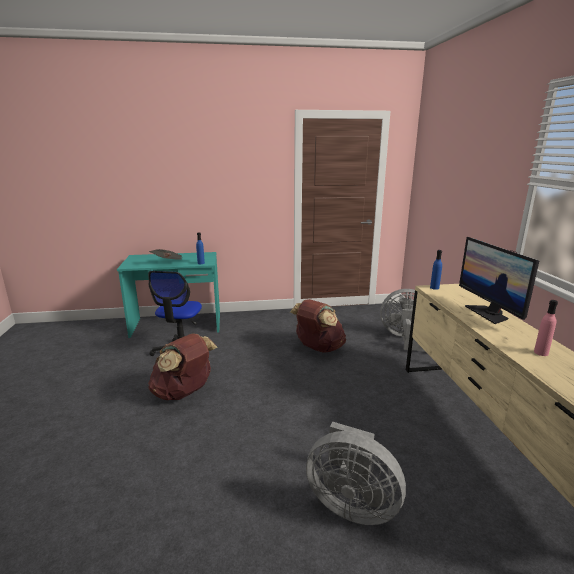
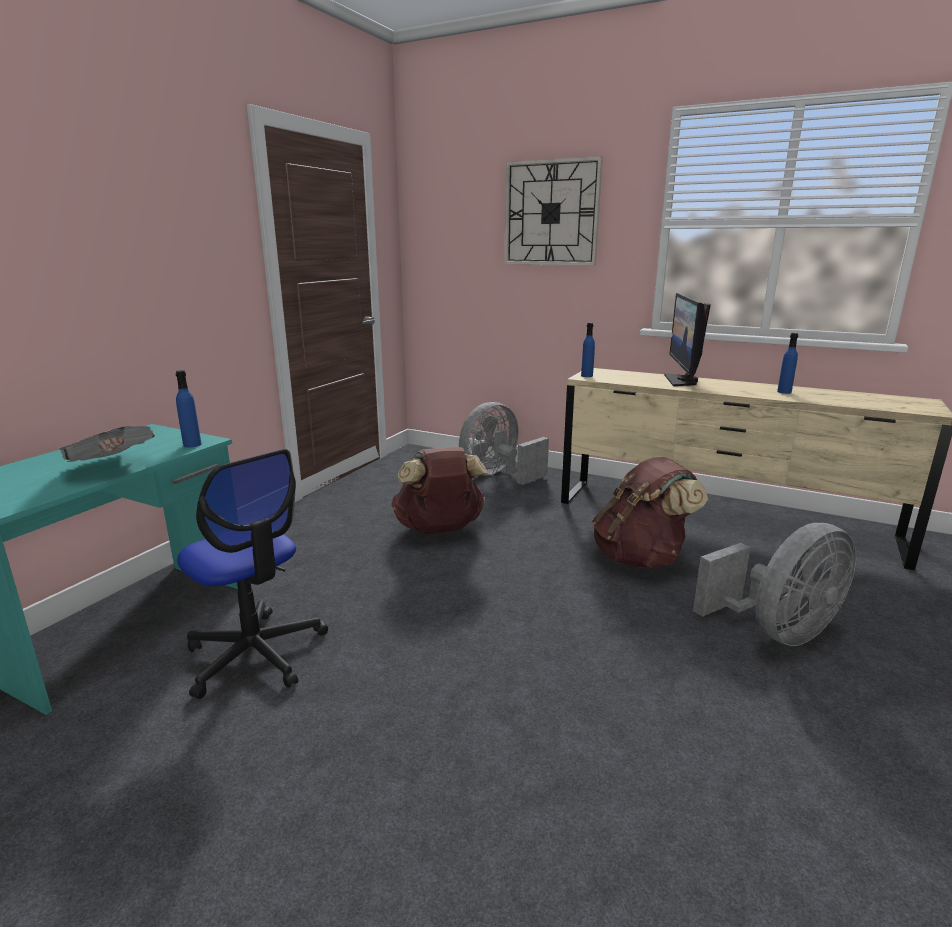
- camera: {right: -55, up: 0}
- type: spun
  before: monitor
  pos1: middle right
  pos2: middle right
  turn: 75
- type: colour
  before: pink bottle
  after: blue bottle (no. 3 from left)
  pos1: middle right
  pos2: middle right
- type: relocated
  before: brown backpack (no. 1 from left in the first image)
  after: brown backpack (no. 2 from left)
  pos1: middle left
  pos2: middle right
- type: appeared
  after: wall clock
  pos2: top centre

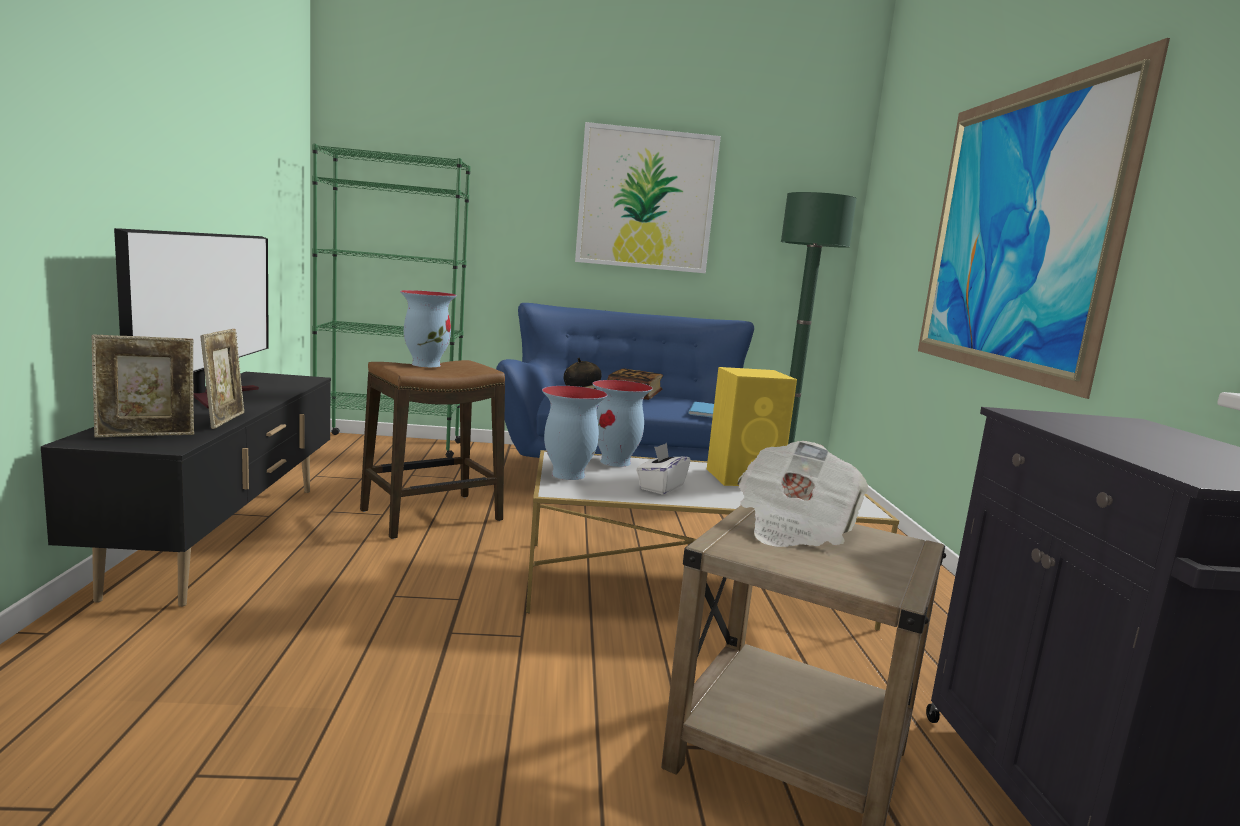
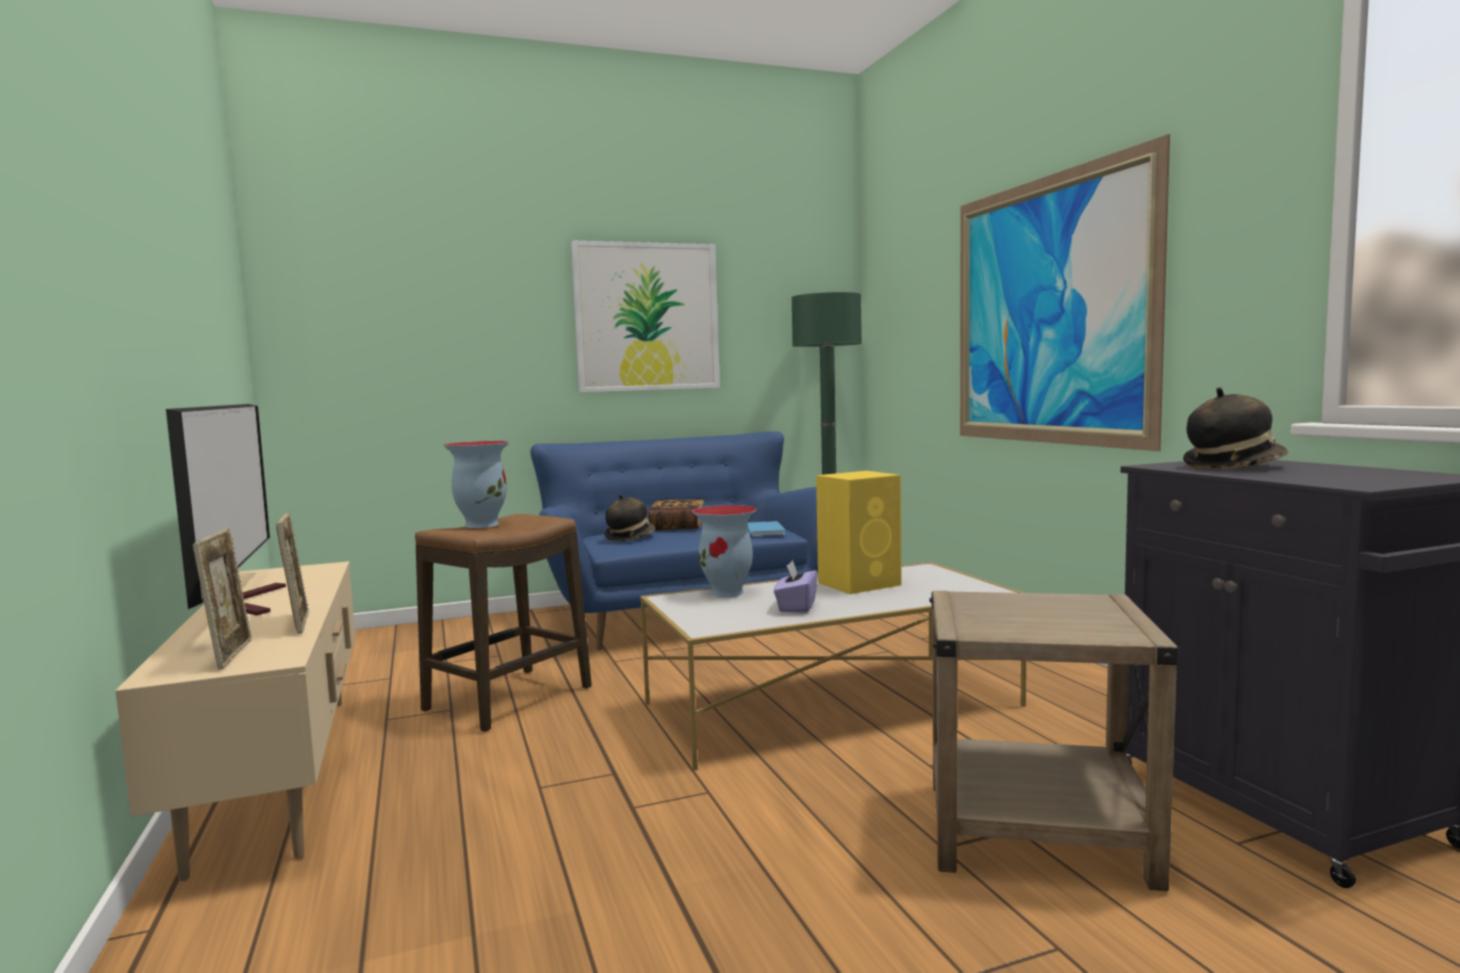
- camera: {right: -15, up: -5}
- type: missing
  before: green bookcase
  pos1: middle left
- type: spun
  before: picture frame (no. 1 from left)
  pos1: middle left
  pos2: middle left
  turn: -60
- type: colour
  before: black tv stand
  after: beige tv stand
  pos1: middle left
  pos2: bottom left
- type: missing
  before: vase (no. 2 from left)
  pos1: centre
- type: missing
  before: newspaper
  pos1: centre
- type: colour
  before: white tissue box
  after: purple tissue box
  pos1: centre
  pos2: centre
- type: appeared
  after: hat (no. 2 from left)
  pos2: middle right

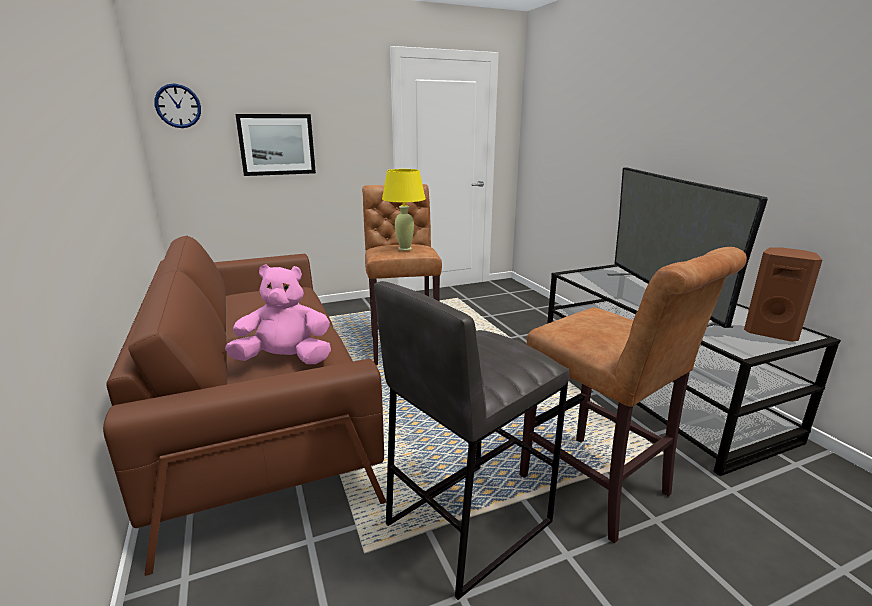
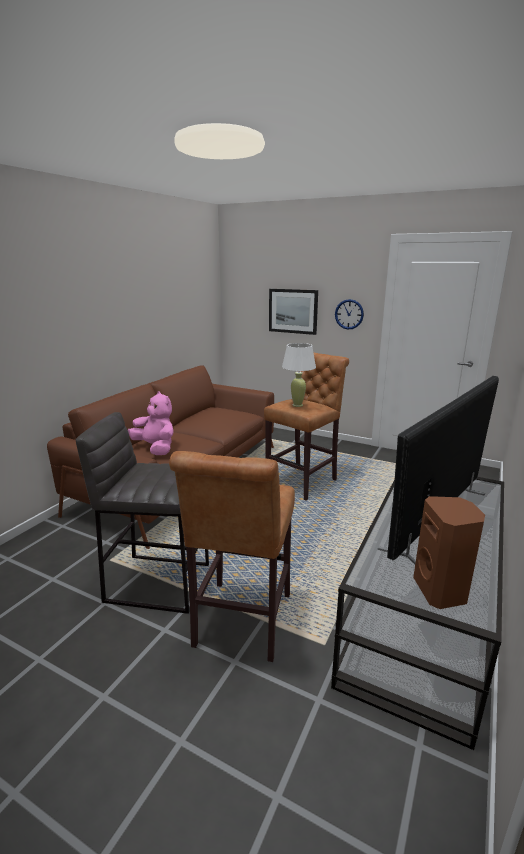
- camera: {right: 50, up: 0}
- type: relocated
  before: wall clock
  pos1: top left
  pos2: centre
- type: colour
  before: yellow table lamp
  after: white table lamp
  pos1: centre
  pos2: centre

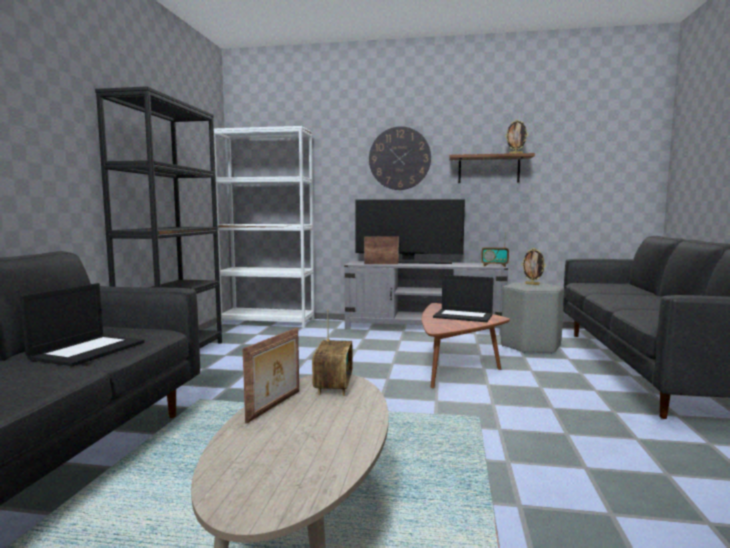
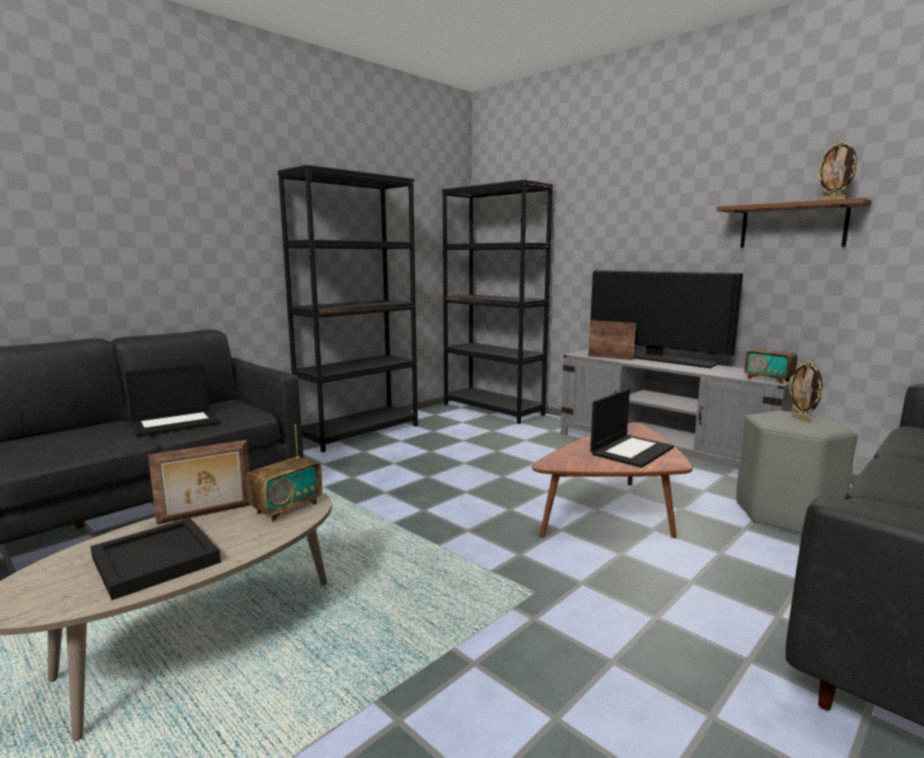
- camera: {right: 35, up: 5}
- type: colour
  before: white bookcase
  after: black bookcase (no. 2 from left)
  pos1: centre
  pos2: centre
- type: missing
  before: wall clock
  pos1: top centre
- type: spun
  before: laptop (no. 2 from left)
  pos1: centre
  pos2: middle right
  turn: -105
- type: appeared
  after: black tray
  pos2: bottom left

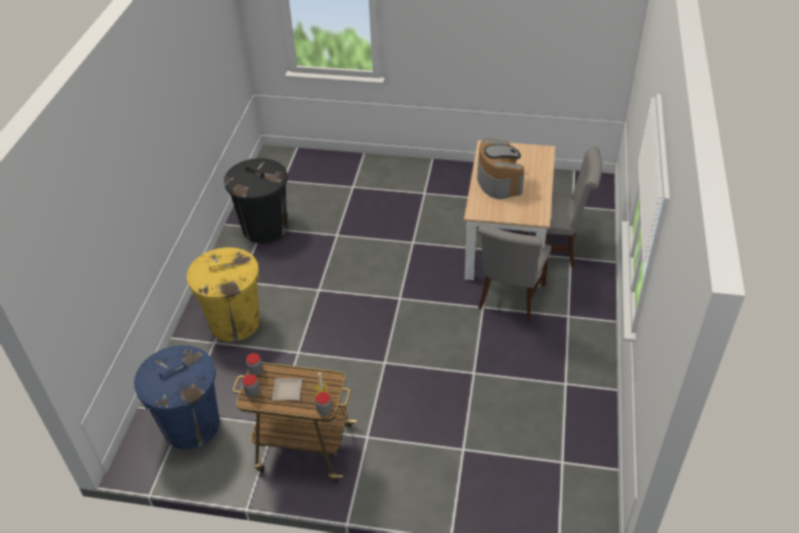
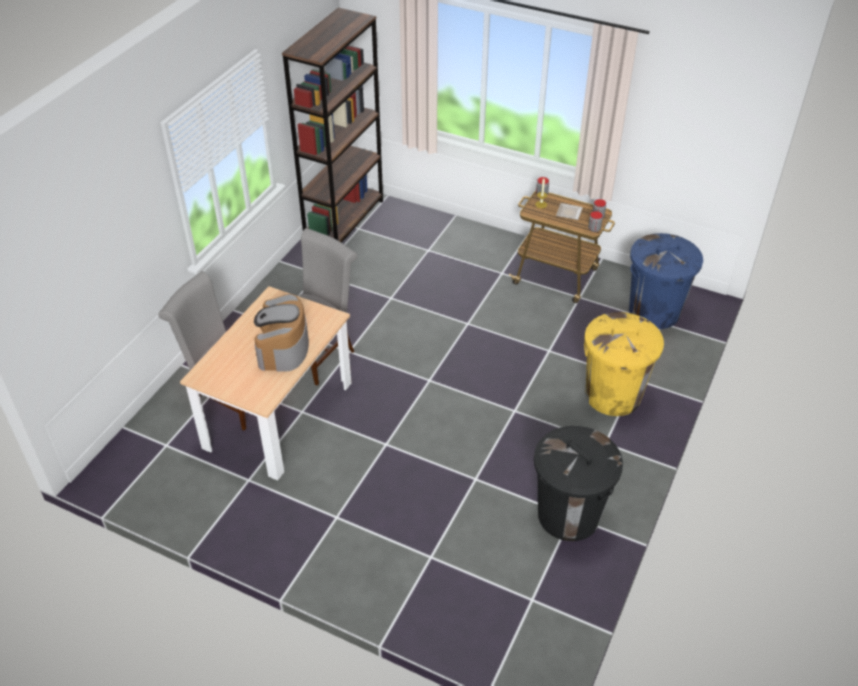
- camera: {right: -165, up: 0}
- type: appeared
  after: brown bookcase
  pos2: top centre

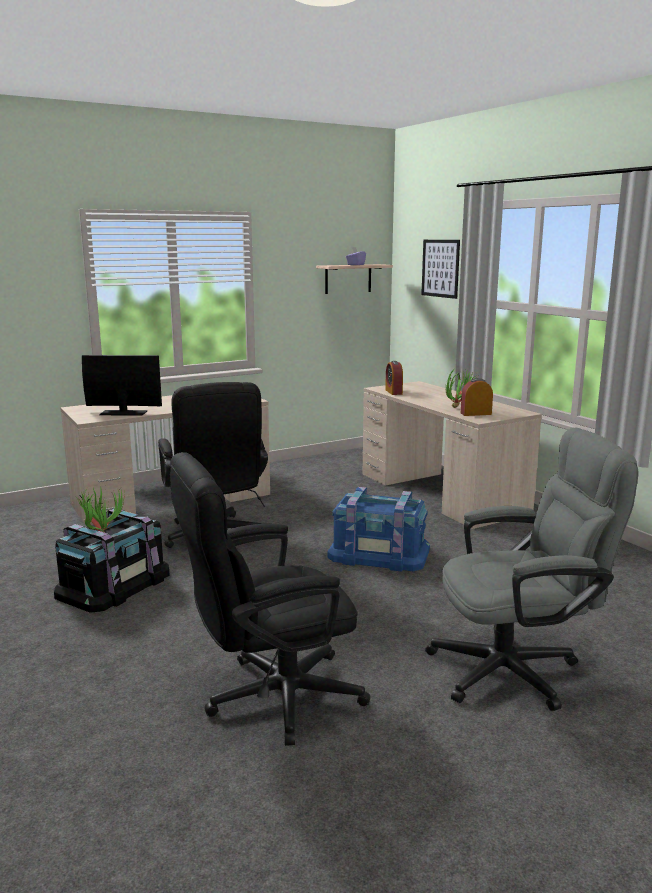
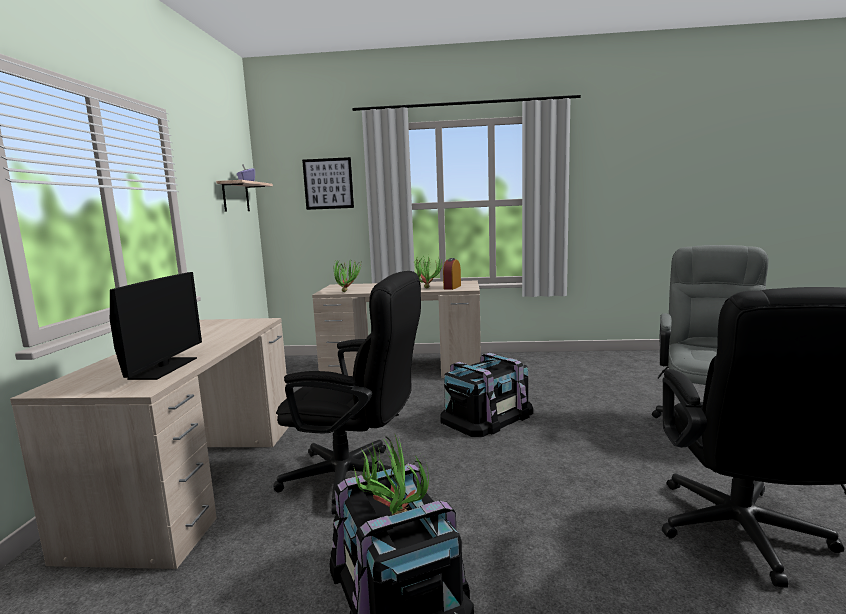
- camera: {right: -55, up: -5}
- type: spun
  before: monitor
  pos1: middle left
  pos2: middle left
  turn: 150
- type: exchanged
  before: alarm clock (no. 1 from left)
  after: potted plant (no. 1 from left)
  pos1: centre
  pos2: centre
- type: colour
  before: blue storage box
  after: black storage box (no. 2 from left)
  pos1: centre
  pos2: centre

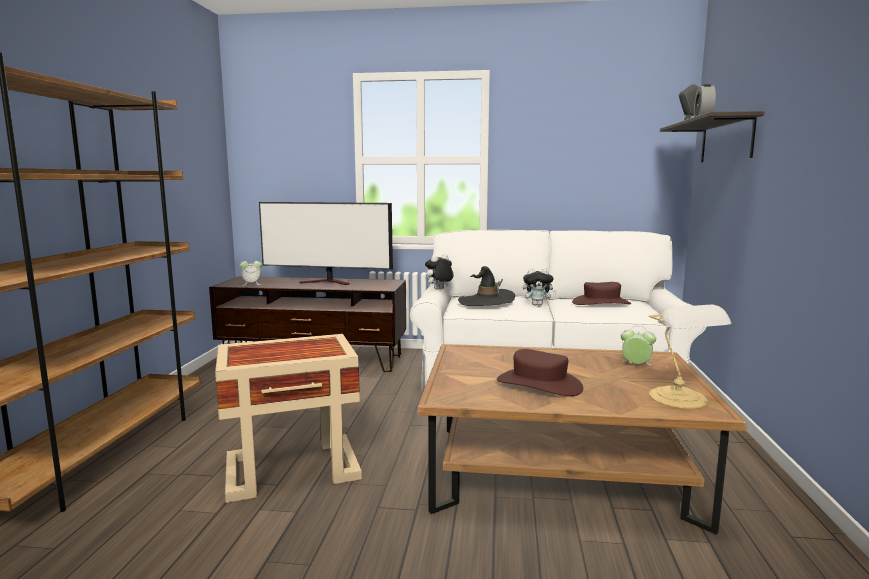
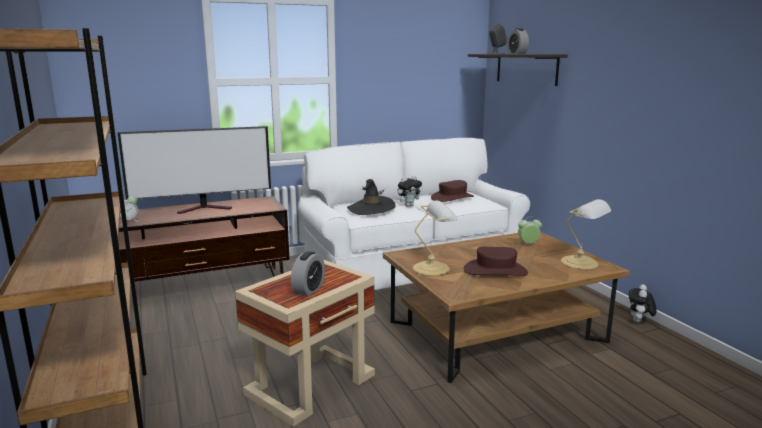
- camera: {right: -30, up: 5}
- type: relocated
  before: plush toy (no. 1 from left in the first image)
  after: plush toy (no. 2 from left)
  pos1: centre
  pos2: bottom right
- type: appeared
  after: table lamp (no. 1 from left)
  pos2: centre
- type: appeared
  after: alarm clock (no. 2 from left)
  pos2: centre

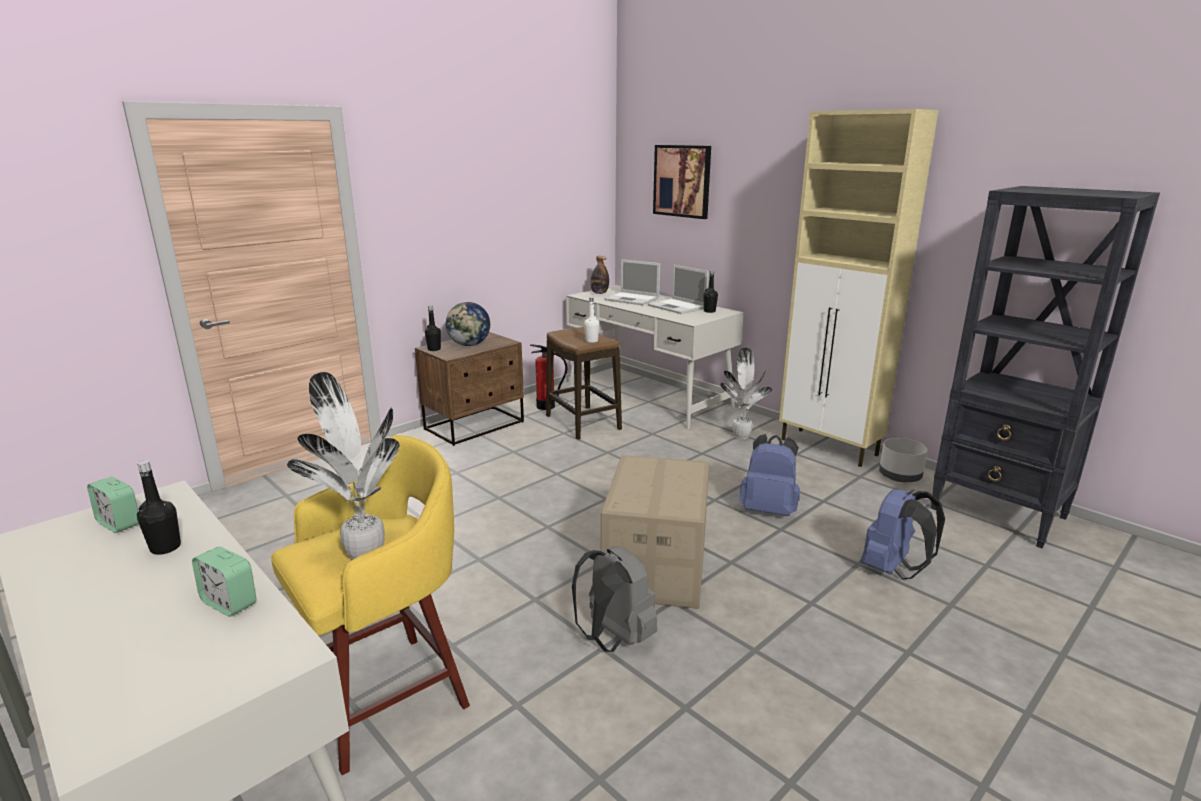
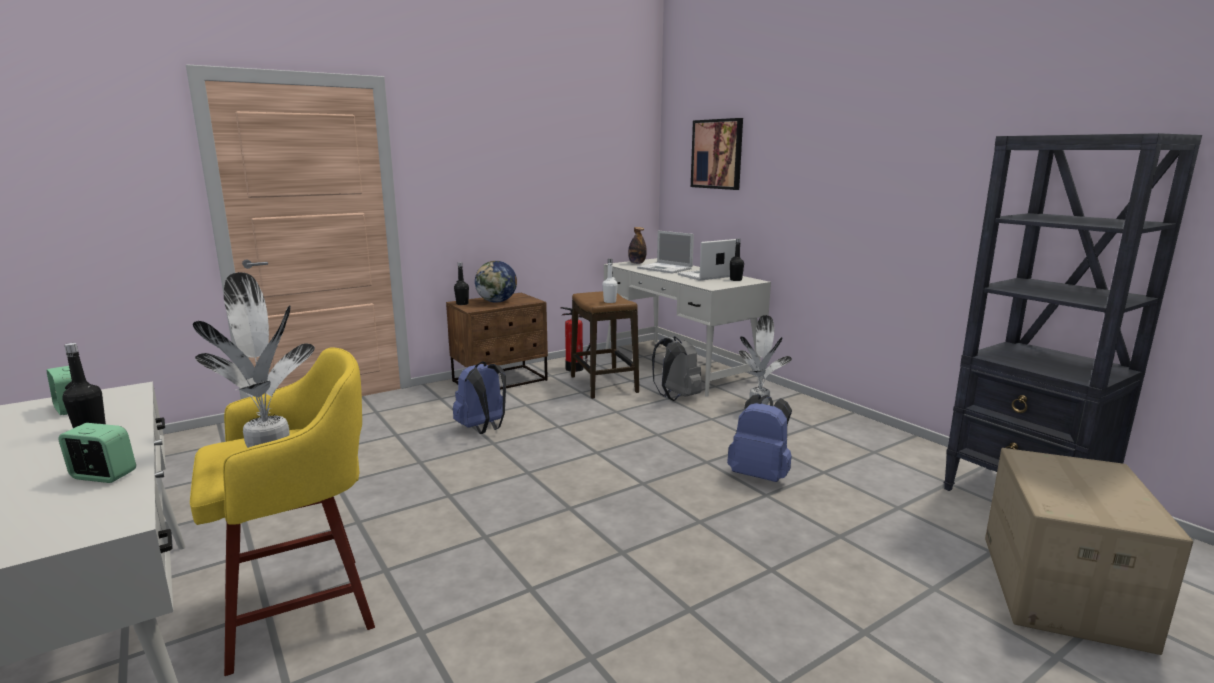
- camera: {right: 10, up: -5}
- type: missing
  before: beige cabinet
  pos1: middle right
- type: spun
  before: laptop (no. 2 from left)
  pos1: centre
  pos2: centre
  turn: 90
- type: missing
  before: grey planter
  pos1: middle right
- type: relocated
  before: cardboard box
  pos1: centre
  pos2: bottom right
- type: relocated
  before: blue backpack (no. 2 from left in the first image)
  after: blue backpack (no. 1 from left)
  pos1: bottom right
  pos2: centre
- type: spun
  before: alarm clock (no. 2 from left)
  pos1: bottom left
  pos2: middle left
  turn: 150
- type: relocated
  before: grey backpack
  pos1: bottom centre
  pos2: centre

